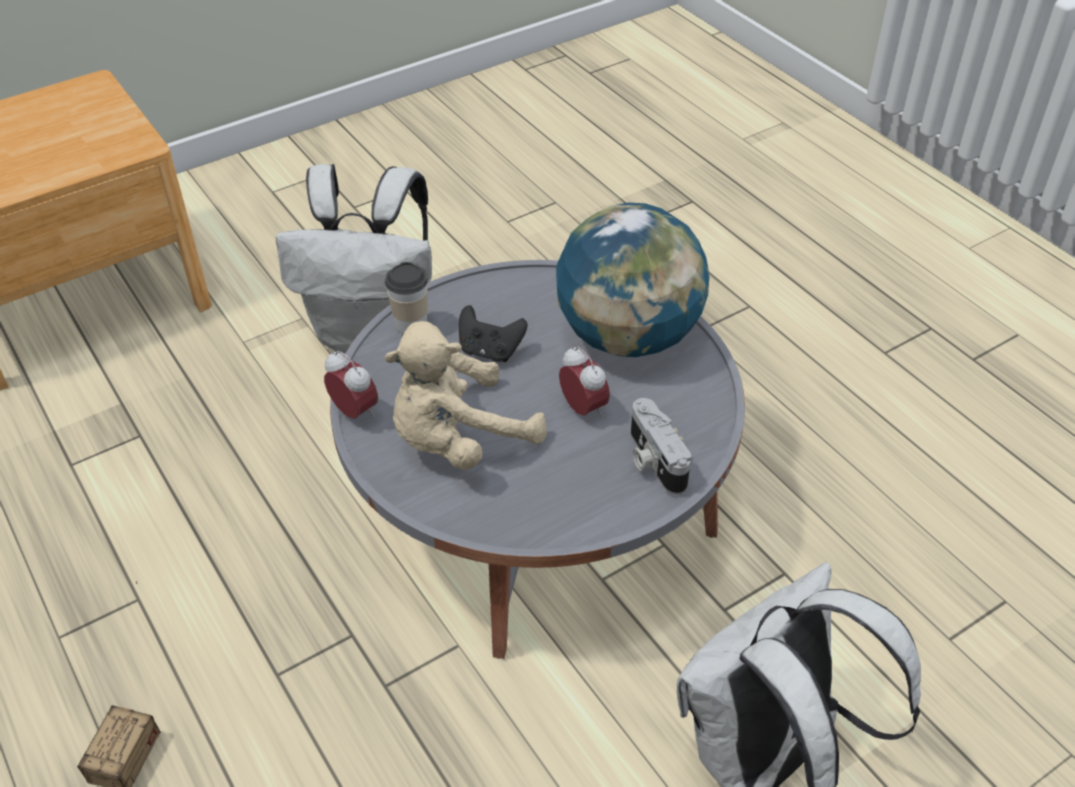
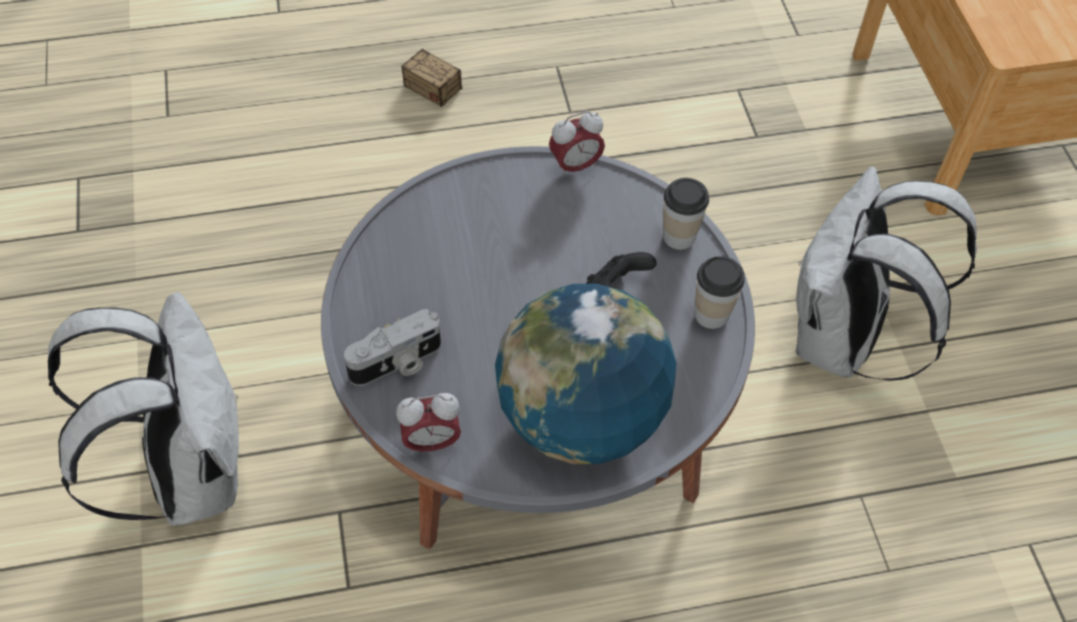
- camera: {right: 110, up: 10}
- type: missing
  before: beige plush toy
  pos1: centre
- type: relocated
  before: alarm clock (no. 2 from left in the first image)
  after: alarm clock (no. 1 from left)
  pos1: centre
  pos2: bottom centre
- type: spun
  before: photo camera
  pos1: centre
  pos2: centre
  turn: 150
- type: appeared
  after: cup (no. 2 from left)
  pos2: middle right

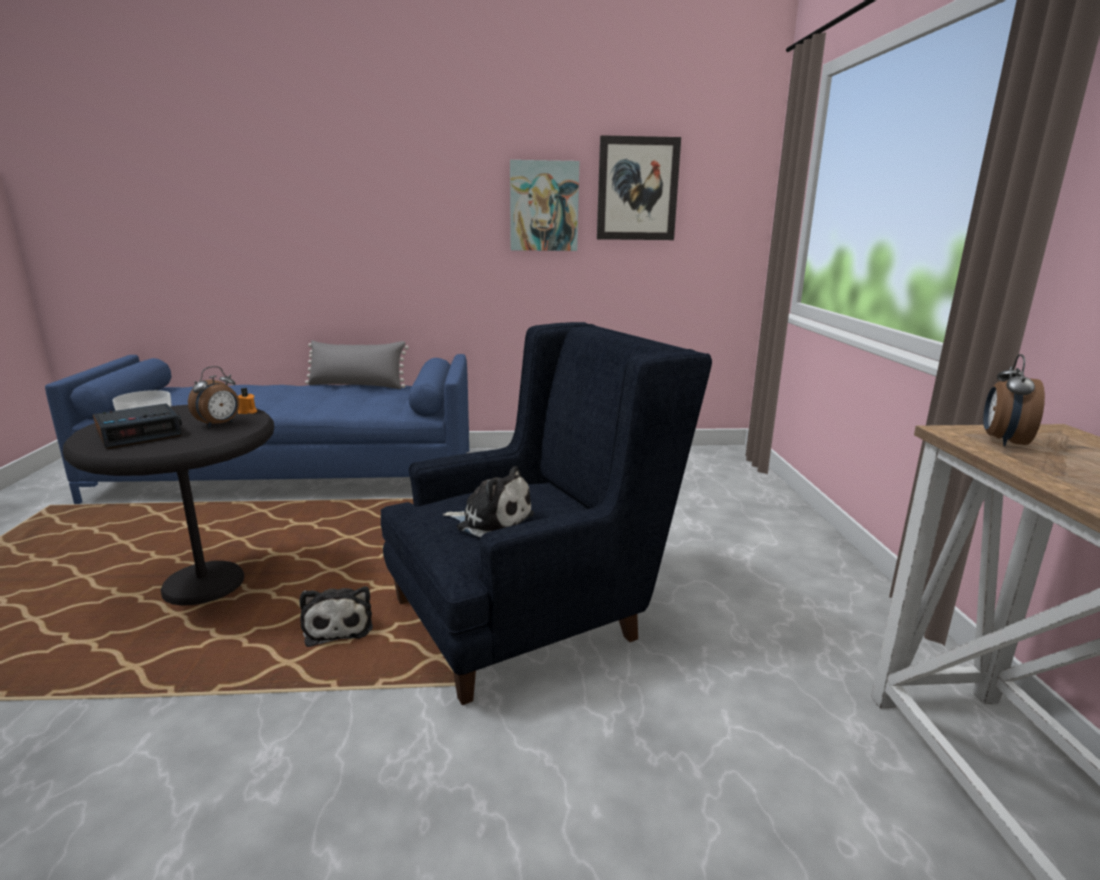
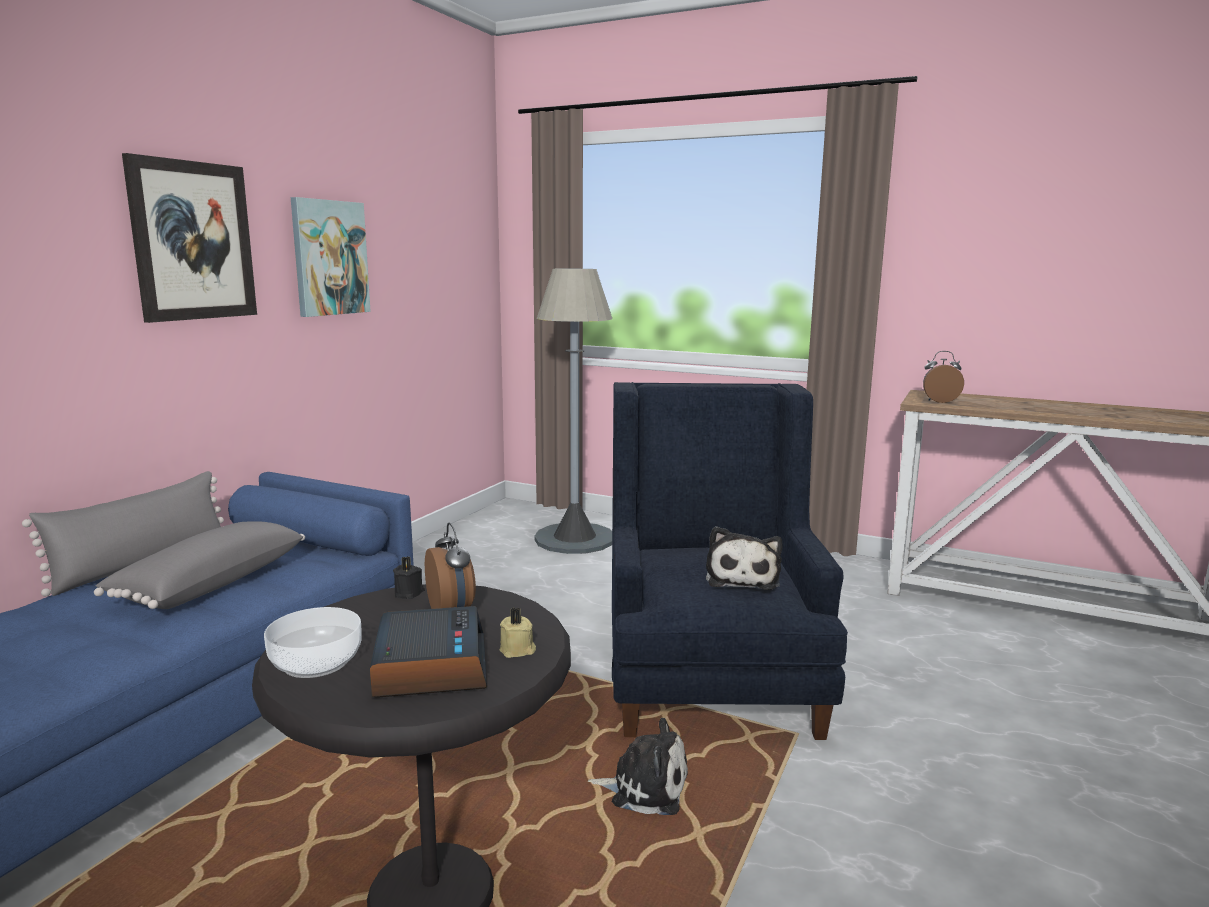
- camera: {right: -60, up: -5}
- type: relocated
  before: picture (no. 2 from left in the first image)
  after: picture (no. 1 from left)
  pos1: top centre
  pos2: top left
- type: spun
  before: alarm clock (no. 3 from left)
  pos1: middle right
  pos2: middle right
  turn: 135
- type: colour
  before: orange candle
  after: black candle
  pos1: middle left
  pos2: centre
- type: spun
  before: plush toy (no. 2 from left)
  pos1: centre
  pos2: centre
  turn: 135
- type: appeared
  after: grey floor lamp
  pos2: centre
- type: appeared
  after: grey pillow (no. 2 from left)
  pos2: middle left
- type: appeared
  after: beige candle
  pos2: bottom centre

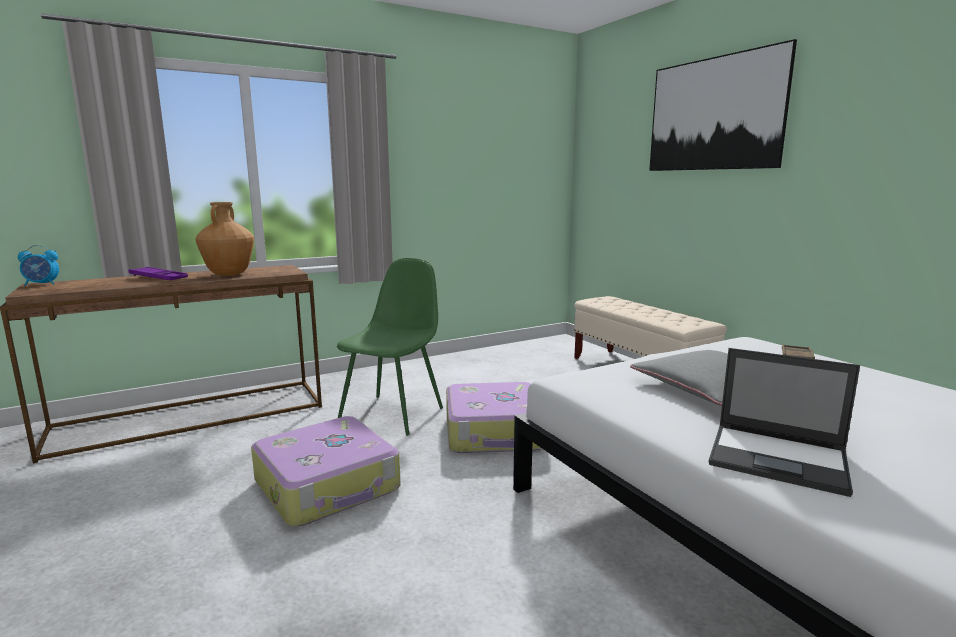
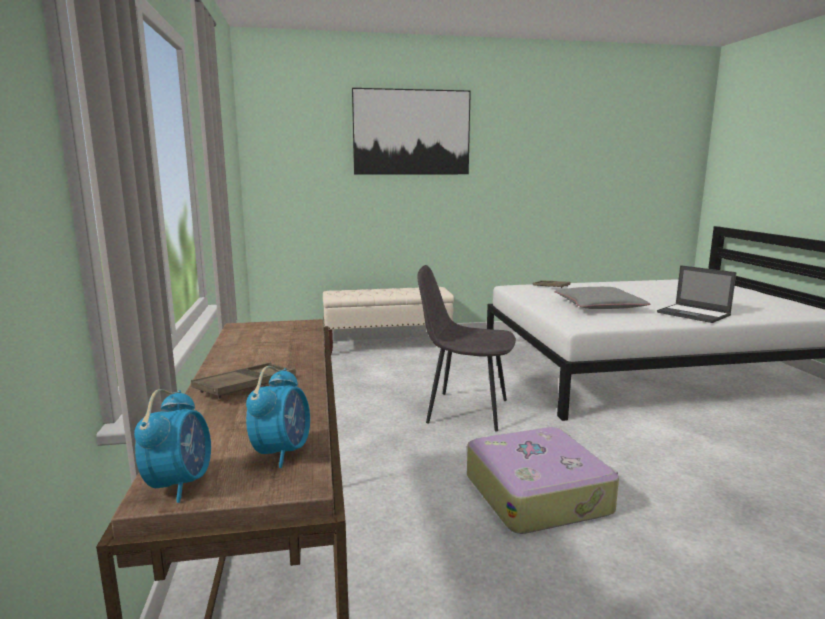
- camera: {right: -70, up: 0}
- type: missing
  before: brown vase
  pos1: middle left
- type: missing
  before: green chair
  pos1: centre
- type: colour
  before: purple tray
  after: brown tray (no. 1 from left)
  pos1: middle left
  pos2: middle left
- type: spun
  before: laptop
  pos1: middle right
  pos2: middle right
  turn: 90
- type: exchanged
  before: suitcase (no. 2 from left)
  after: grey chair
  pos1: centre
  pos2: centre
- type: appeared
  after: alarm clock (no. 2 from left)
  pos2: bottom centre

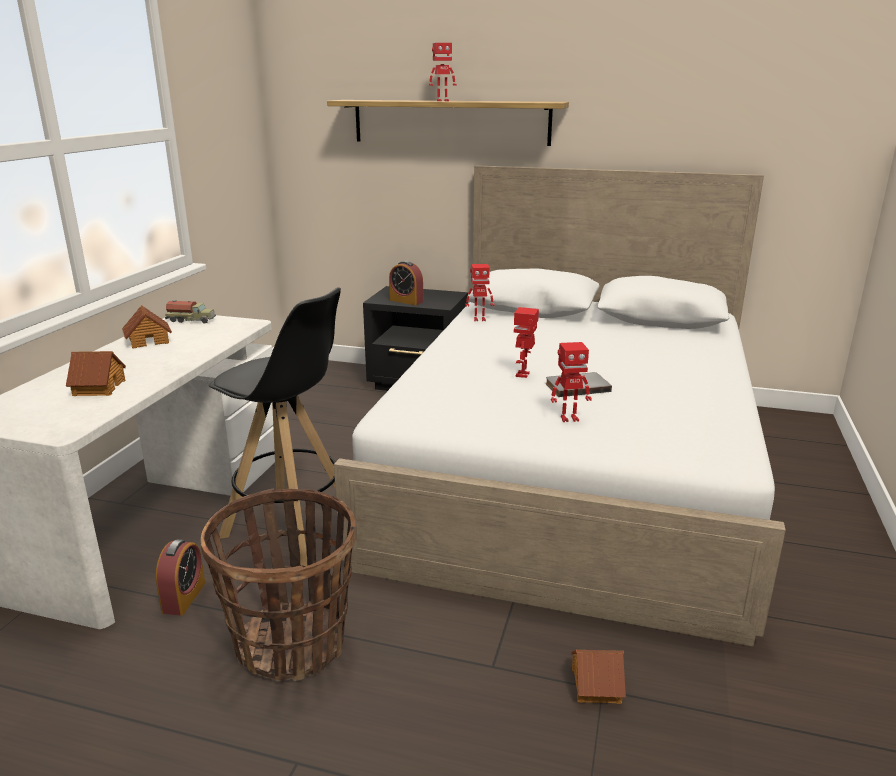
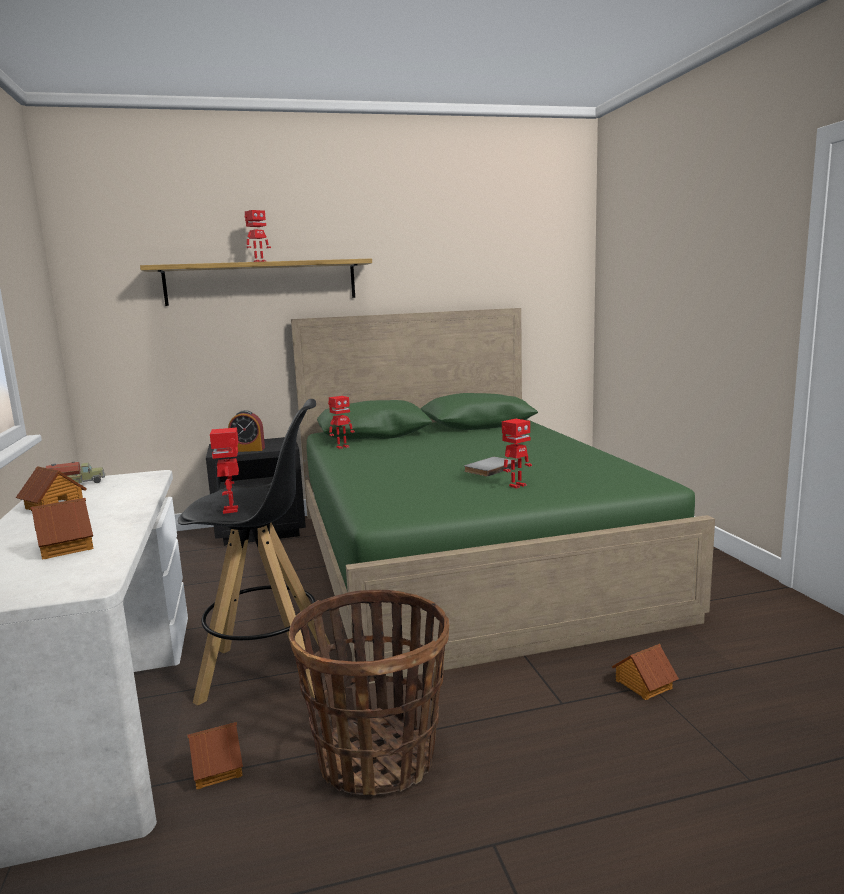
- camera: {right: -30, up: -10}
- type: colour
  before: white bed
  after: green bed
  pos1: centre
  pos2: centre
- type: relocated
  before: toy robot (no. 3 from left in the first image)
  after: toy robot (no. 1 from left)
  pos1: centre
  pos2: middle left
- type: exchanged
  before: alarm clock (no. 1 from left)
  after: toy house (no. 3 from left)
  pos1: bottom left
  pos2: bottom left

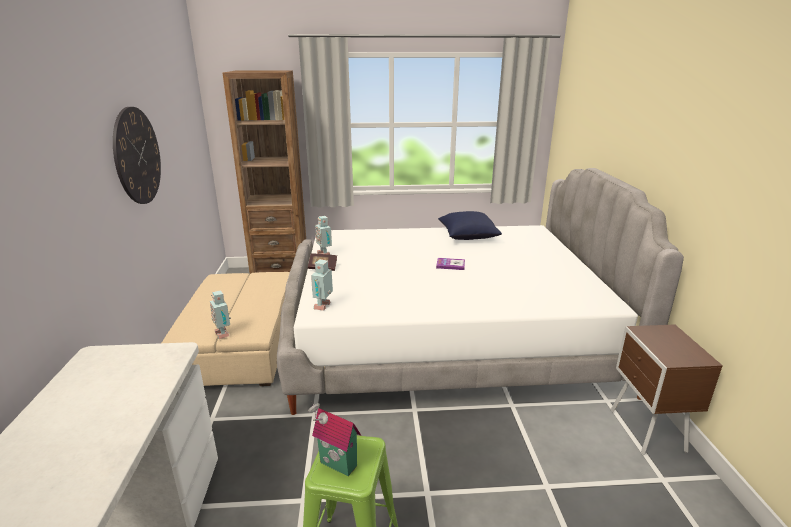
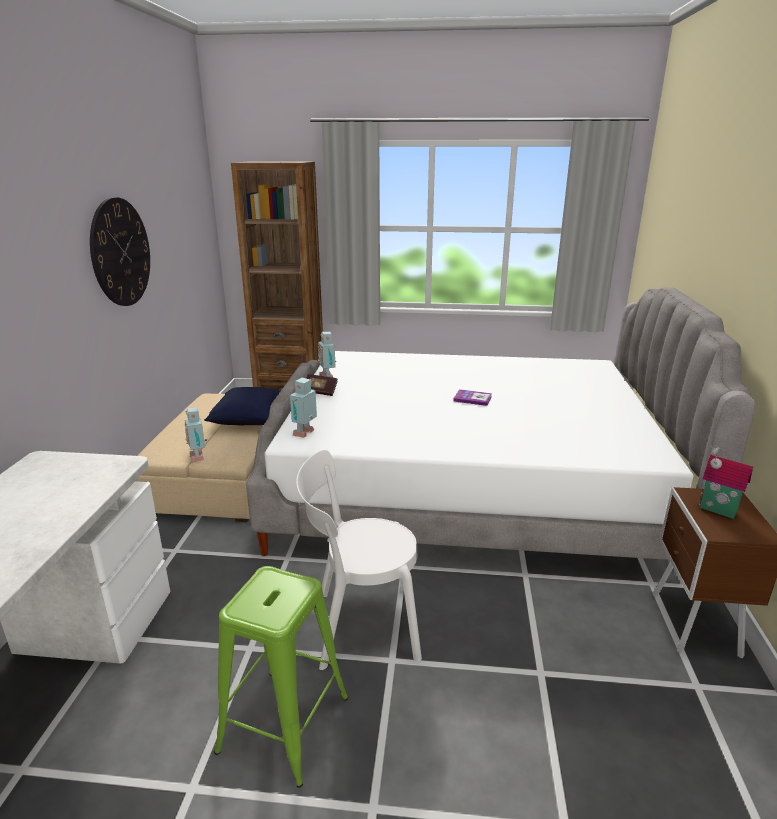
- camera: {right: 10, up: 0}
- type: relocated
  before: blue pillow
  pos1: centre
  pos2: middle left
- type: relocated
  before: toy house
  pos1: bottom centre
  pos2: middle right
- type: appeared
  after: white chair
  pos2: bottom centre

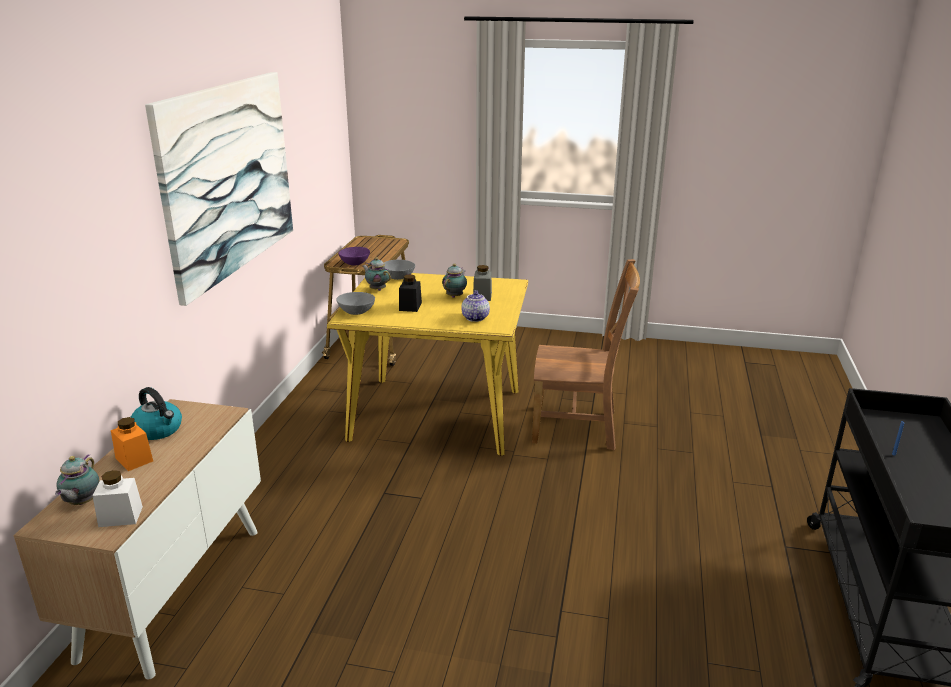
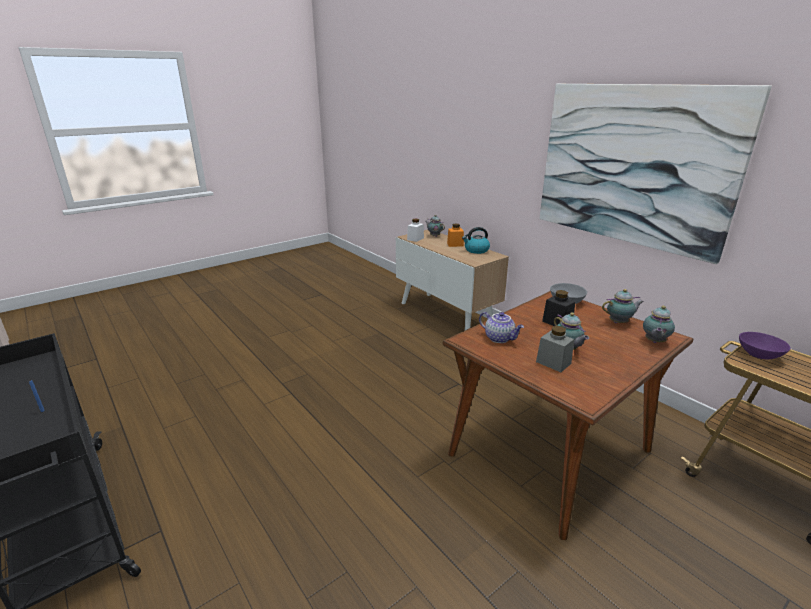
- camera: {right: 130, up: 0}
- type: missing
  before: brown chair
  pos1: centre
- type: exchanged
  before: grey bowl (no. 2 from left)
  after: teapot (no. 5 from left)
  pos1: centre
  pos2: middle right
- type: colour
  before: yellow dining table
  after: brown dining table
  pos1: centre
  pos2: bottom right

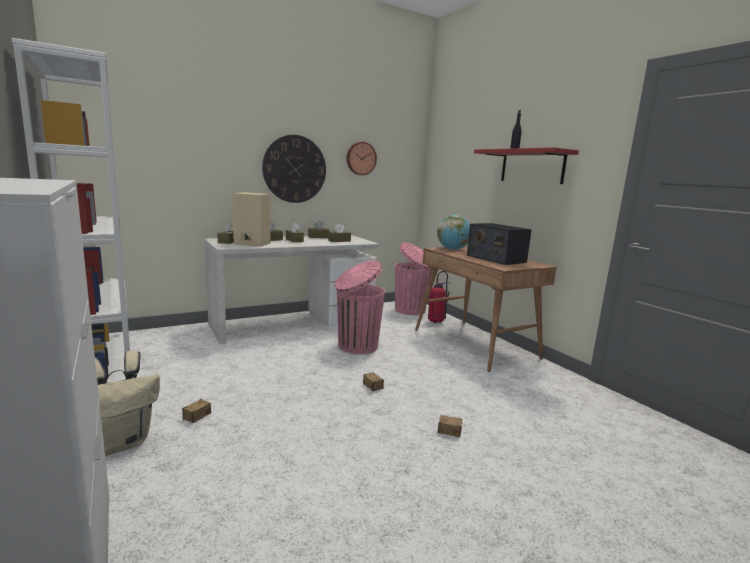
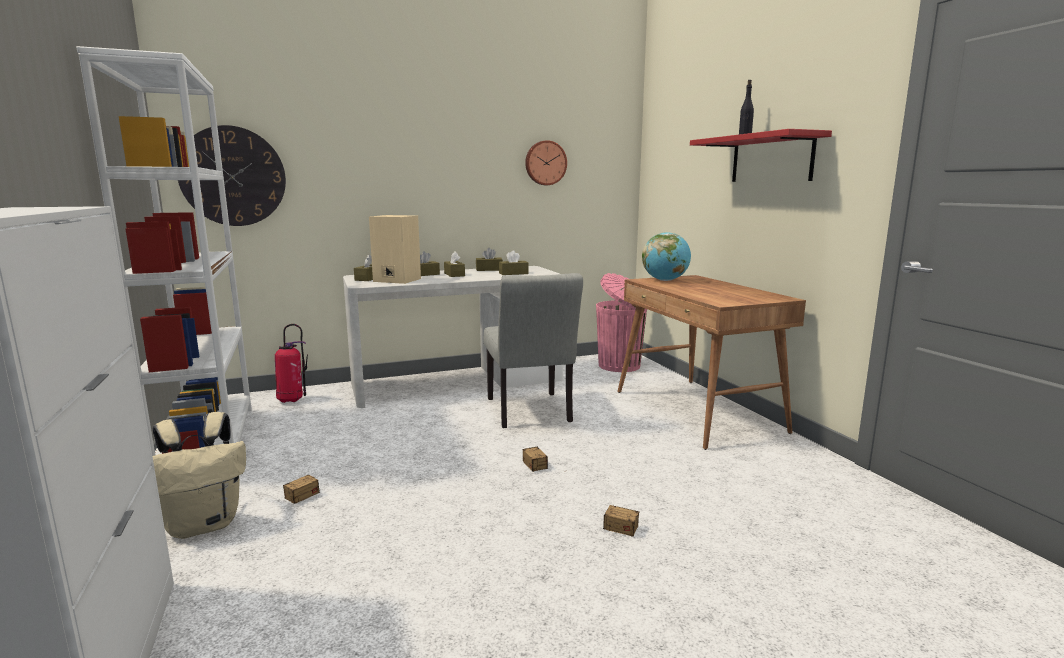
- camera: {right: 10, up: 0}
- type: relocated
  before: wall clock (no. 1 from left)
  pos1: top centre
  pos2: top left
- type: missing
  before: radio
  pos1: centre
- type: exchanged
  before: pink trash can (no. 1 from left)
  after: grey chair
  pos1: centre
  pos2: centre
- type: relocated
  before: fire extinguisher
  pos1: centre
  pos2: middle left

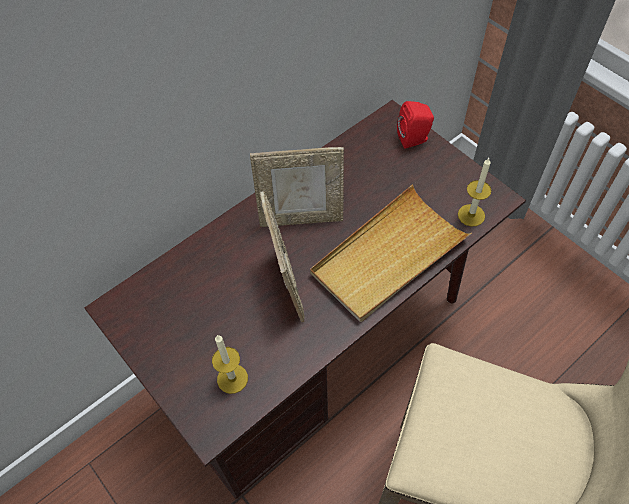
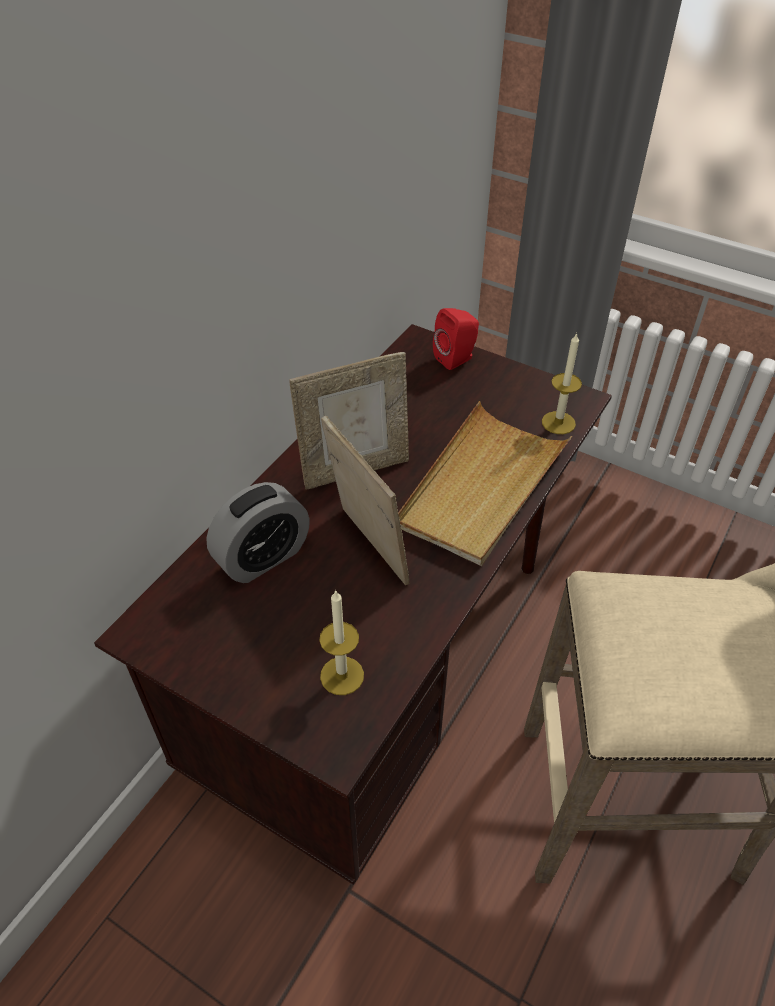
- camera: {right: -20, up: -10}
- type: appeared
  after: alarm clock
  pos2: middle left

